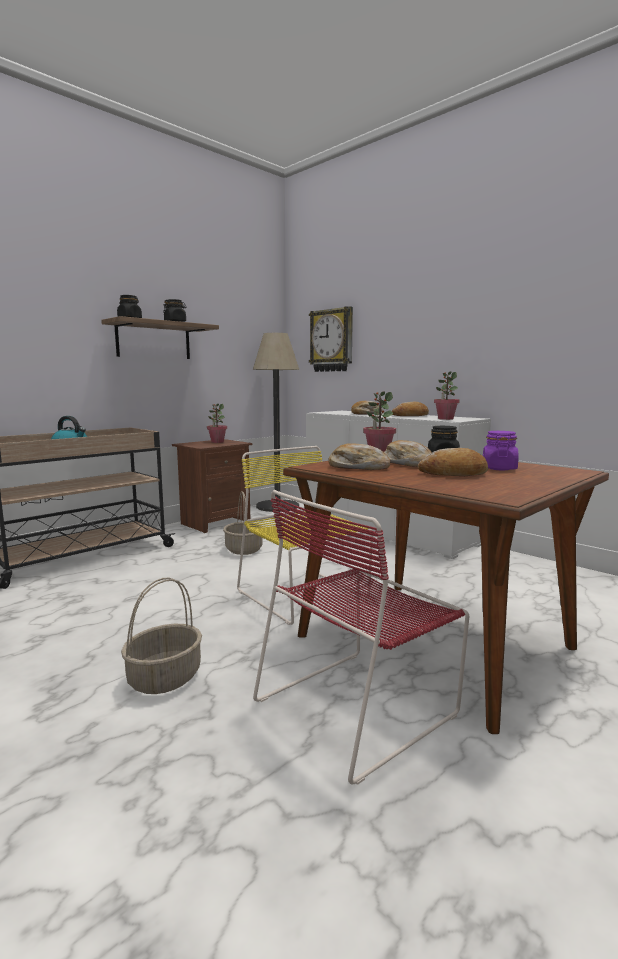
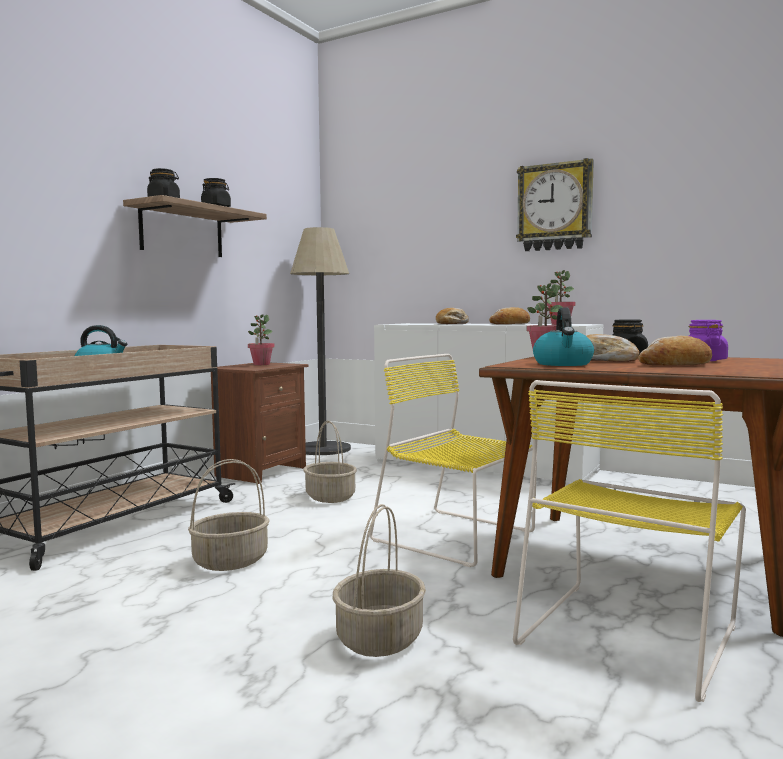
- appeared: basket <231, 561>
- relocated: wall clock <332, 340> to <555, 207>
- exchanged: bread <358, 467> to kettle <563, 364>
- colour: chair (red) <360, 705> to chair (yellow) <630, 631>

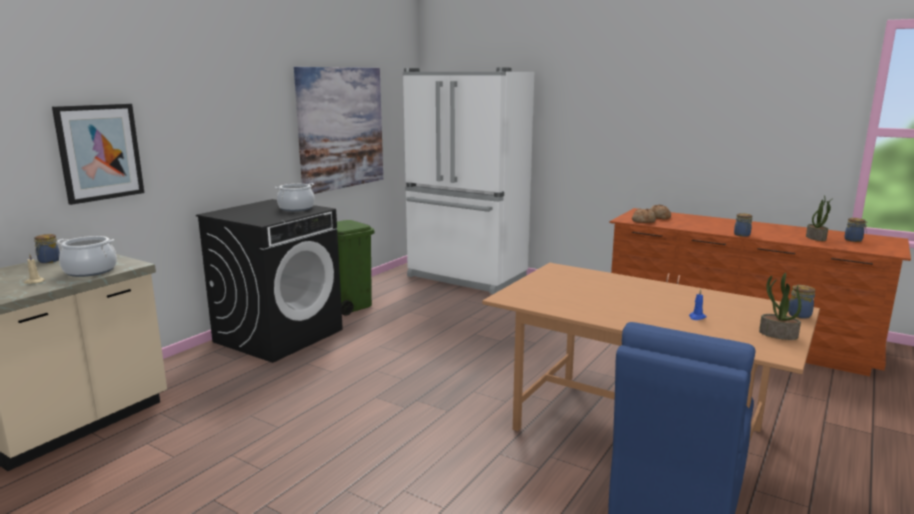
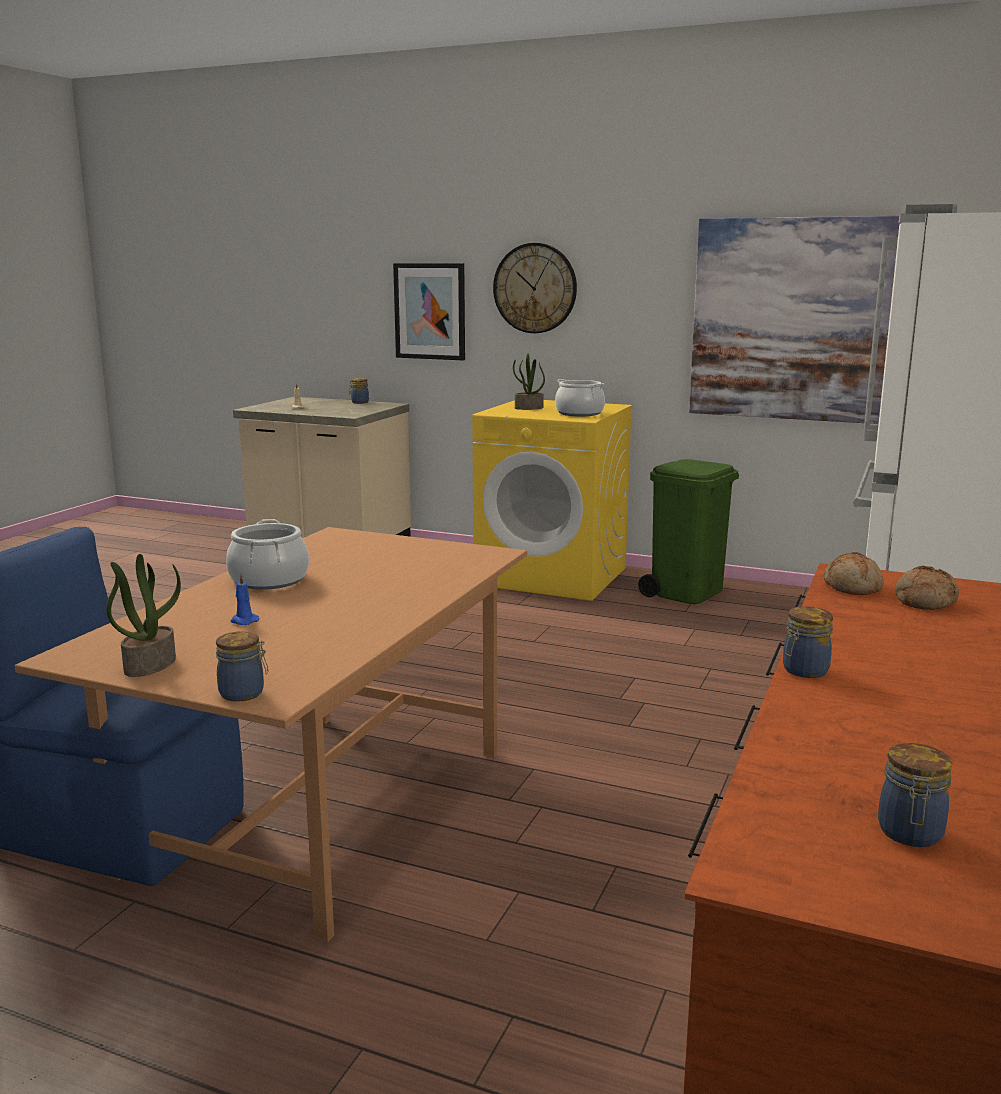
- appeared: wall clock <535, 288>
- relocated: cooking pot <90, 271> to <268, 580>
- relocated: potted plant <816, 238> to <528, 408>
- colour: washing machine (black) <279, 335> to washing machine (yellow) <553, 576>

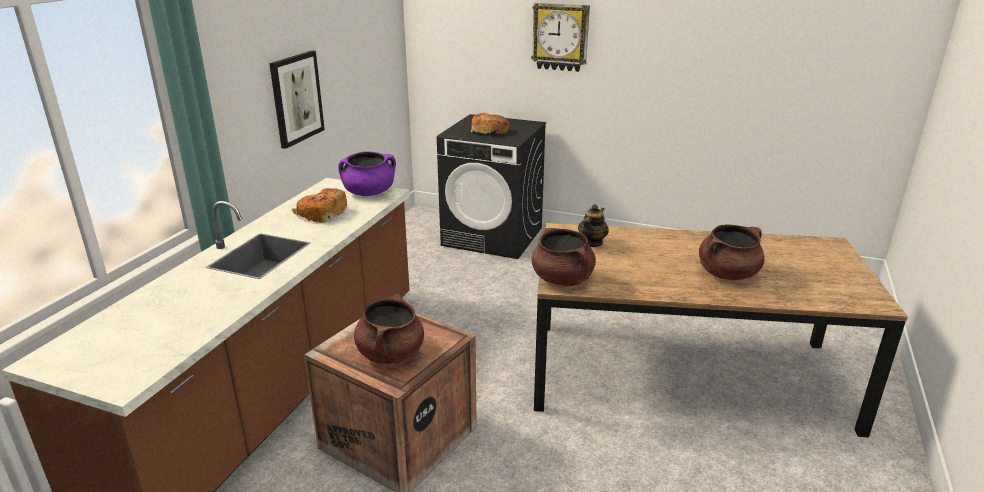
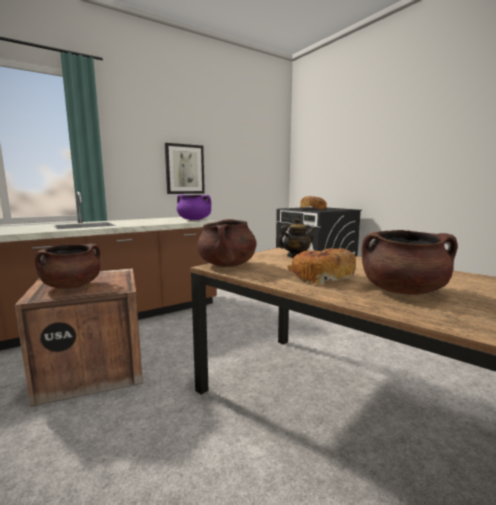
- missing: wall clock <560, 37>
- relocated: bread <322, 213> to <321, 277>

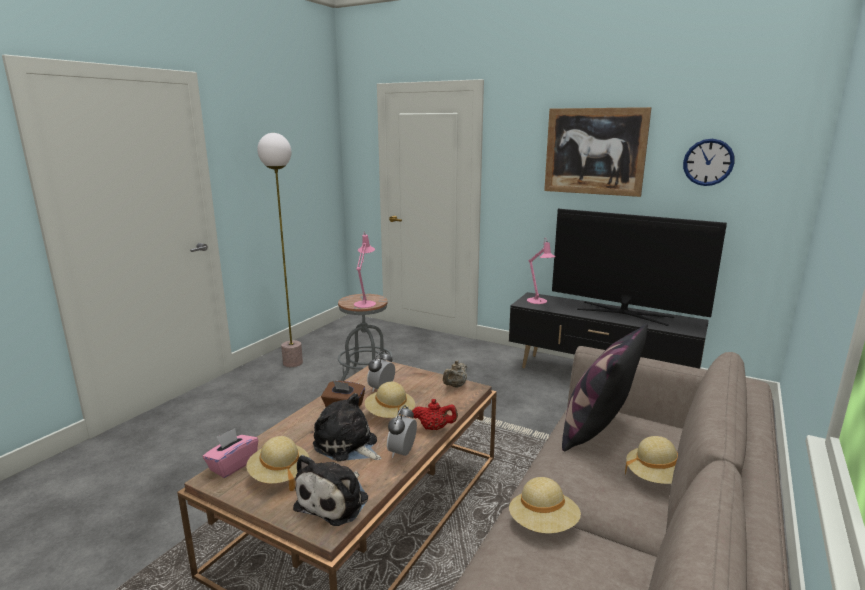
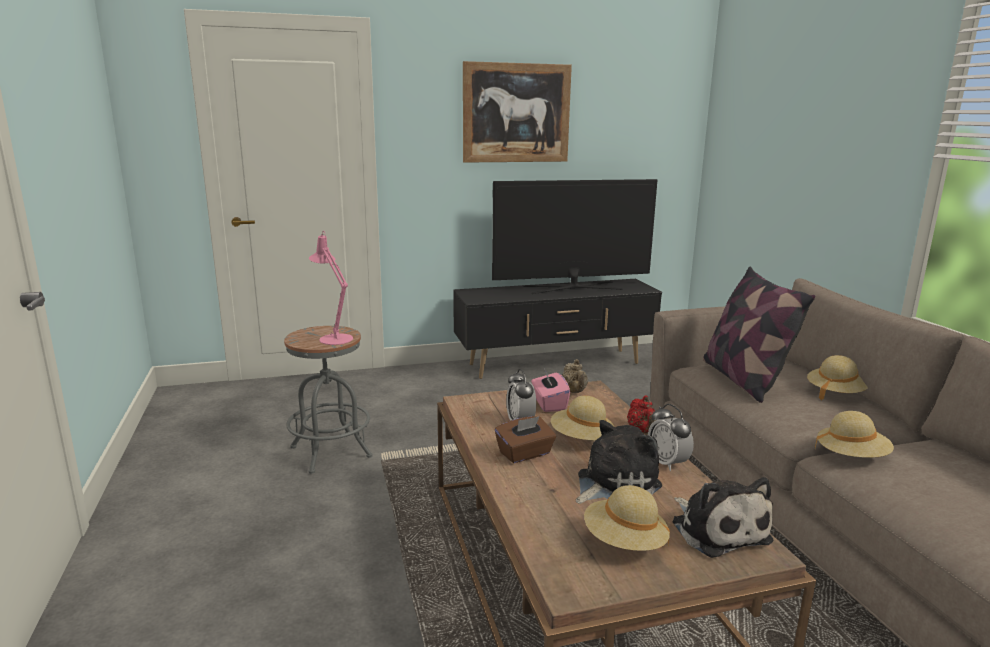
- missing: floor lamp <292, 363>
- missing: table lamp (pink) <538, 301>
- missing: wall clock <708, 162>
- relocated: tissue box (pink) <232, 465> to <549, 404>
- spun: plush toy <347, 445> = <614, 483> 150 degrees clockwise
- spun: teapot (red) <434, 428> = <642, 432> 120 degrees clockwise

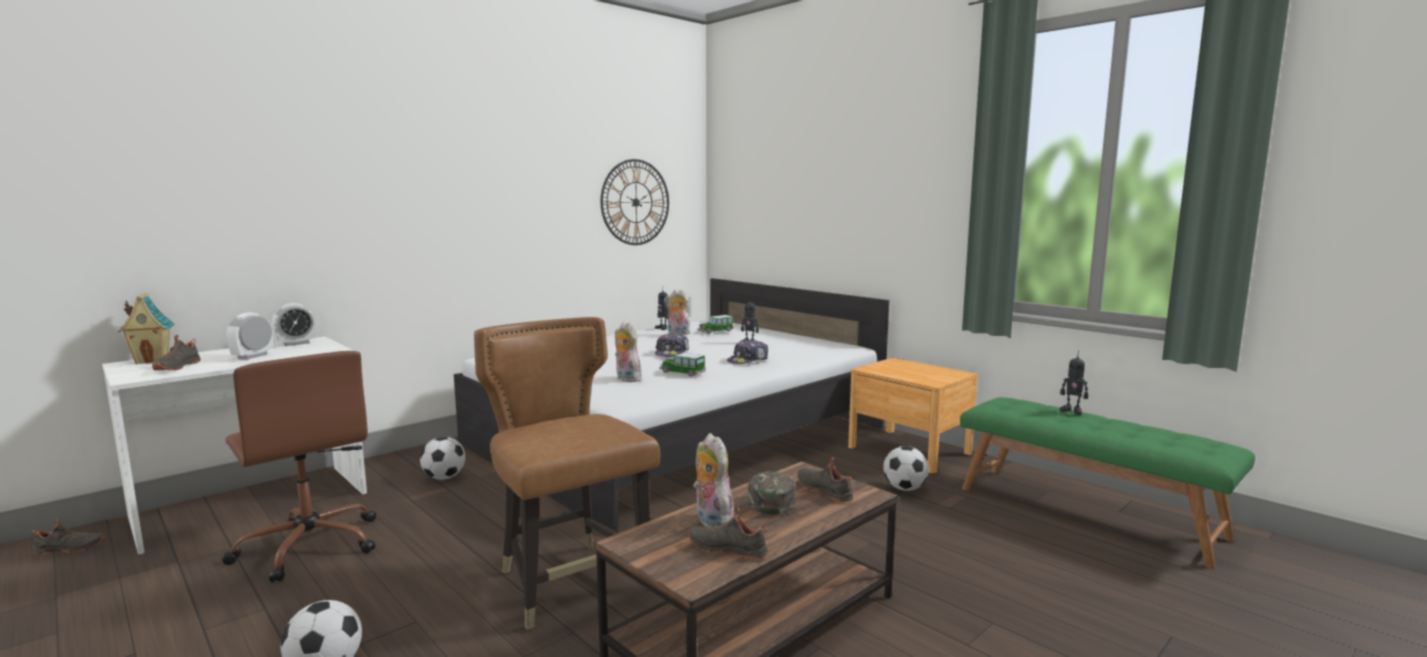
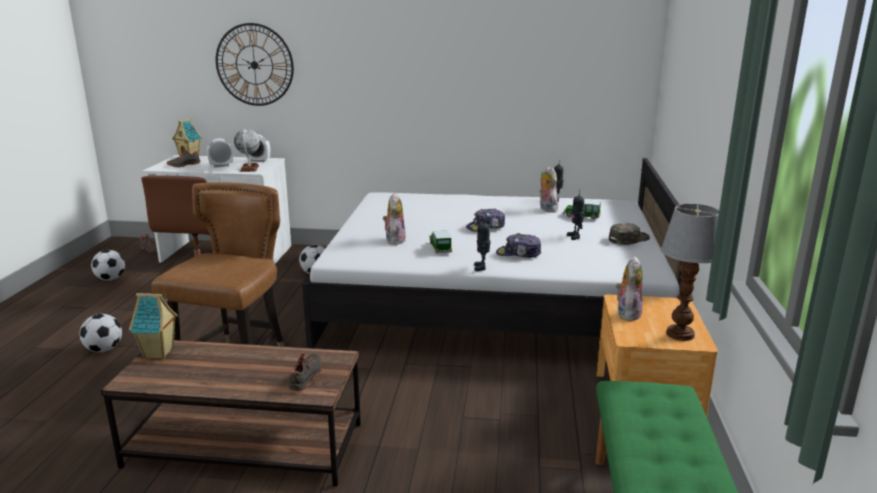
- missing: shoe (black) <728, 548>
- appeared: toy house <159, 353>
- appeared: globe <249, 168>
- appeared: table lamp <679, 334>
- relocated: wall clock <635, 202> to <254, 65>
- relocated: plush toy <711, 521> to <627, 313>
- relocated: cap (green) <771, 499> to <628, 239>
- relocated: football <904, 488> to <110, 279>
- relocated: toy robot <1072, 411> to <481, 267>

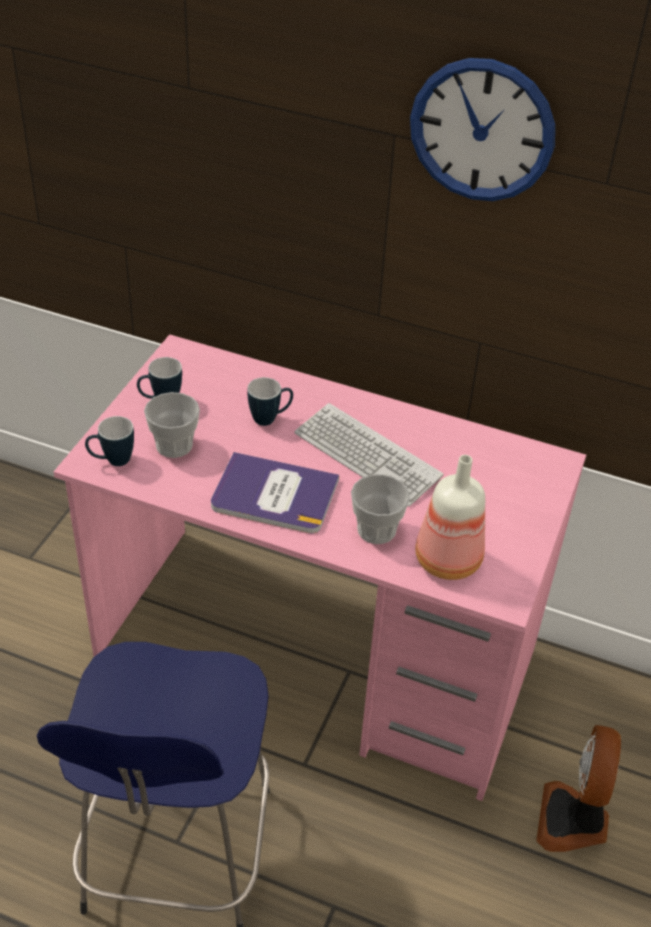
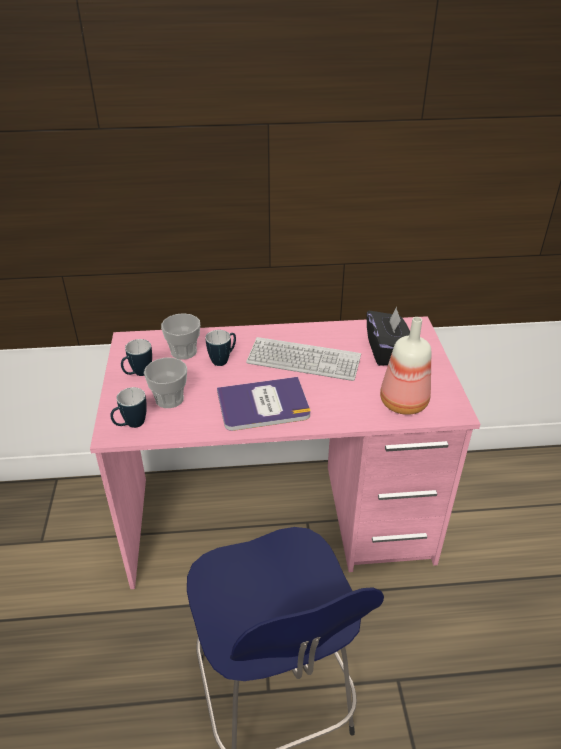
- missing: wall clock <482, 130>
- missing: fan <573, 821>
- appeared: tissue box (black) <387, 351>
- relocated: cup <376, 530> to <184, 352>

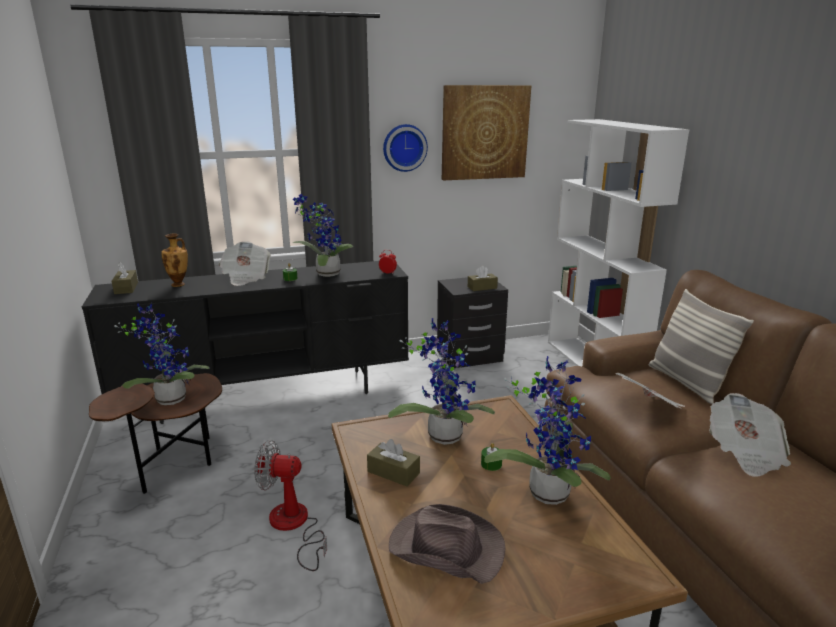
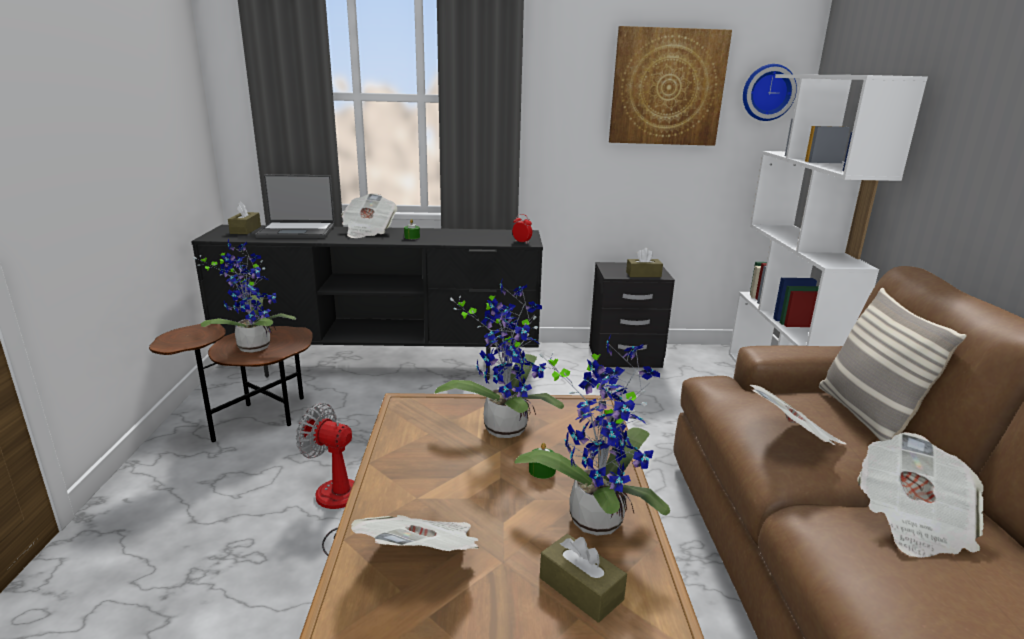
- missing: potted plant <325, 274>
- relocated: tissue box (brown) <393, 472> to <580, 589>
- relocated: wall clock <404, 147> to <767, 92>
- exchanged: vase <179, 284> to laptop <297, 232>
- exchanged: hat (brown) <445, 547> to newspaper <423, 558>

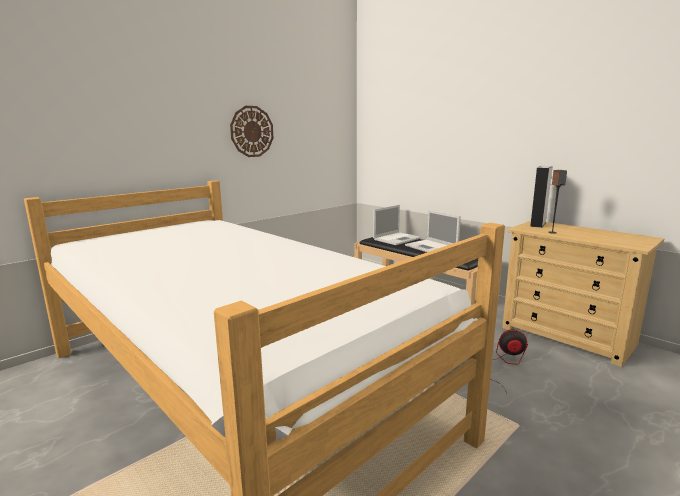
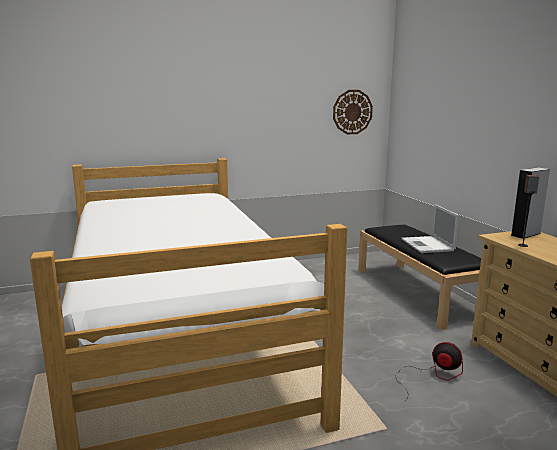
- missing: laptop <397, 239>
- relocated: wall clock <252, 131> to <352, 112>

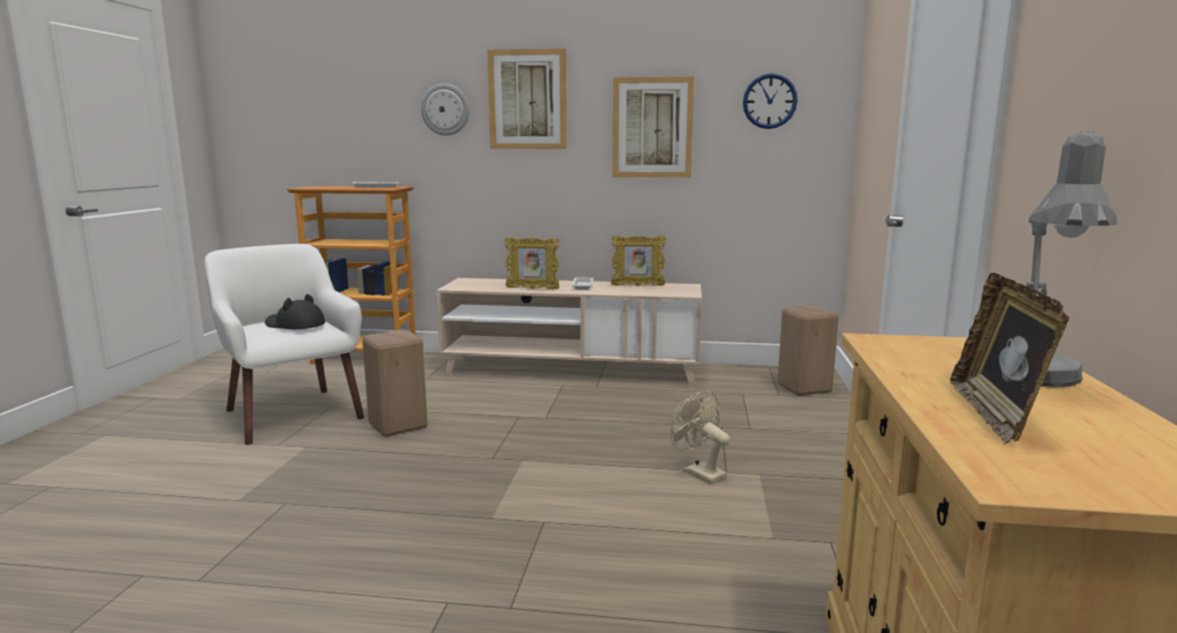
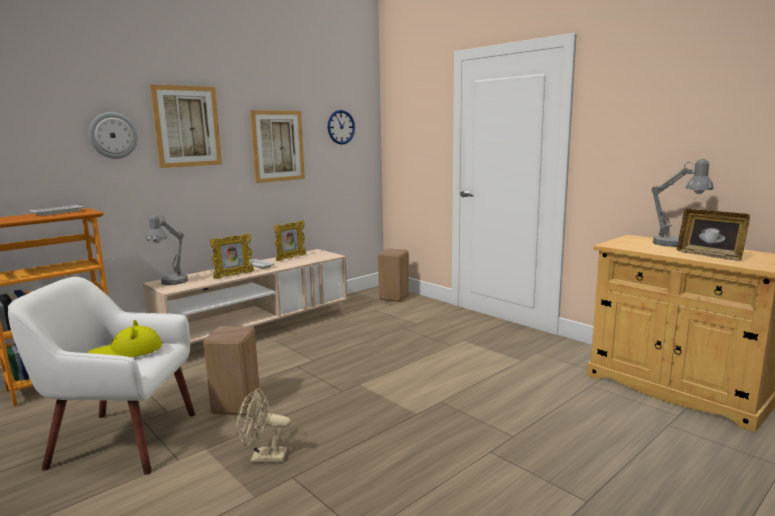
- appeared: table lamp (grey) <171, 283>
- relocated: fan (beige) <698, 472> to <262, 457>
- colour: hat (black) <294, 325> to hat (yellow) <127, 352>

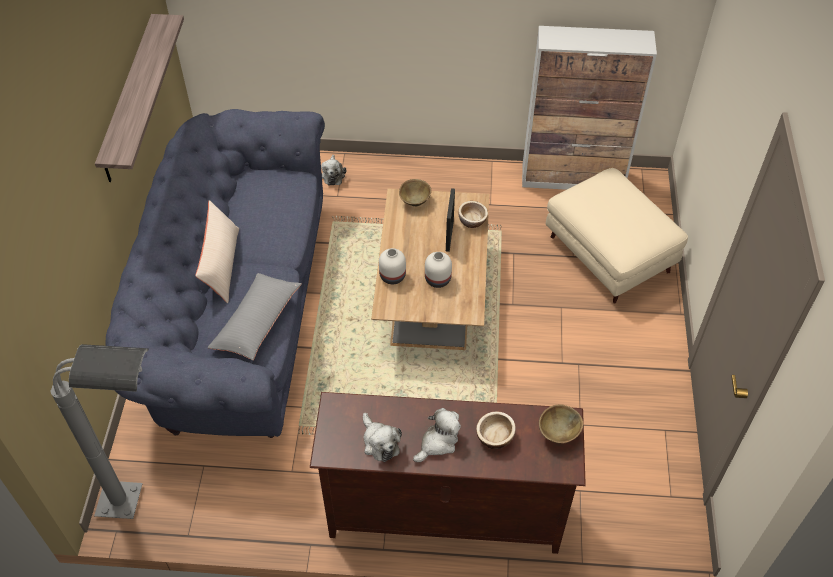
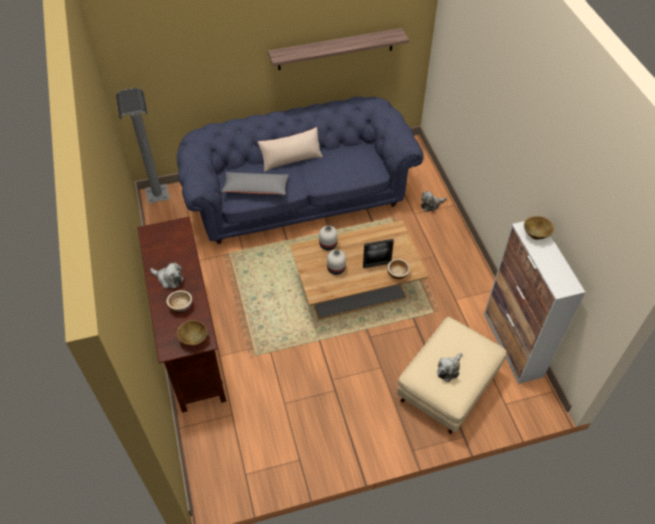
- relocated: plush toy <379, 442> to <449, 369>
- relocated: bowl (brown) <415, 200> to <536, 234>

